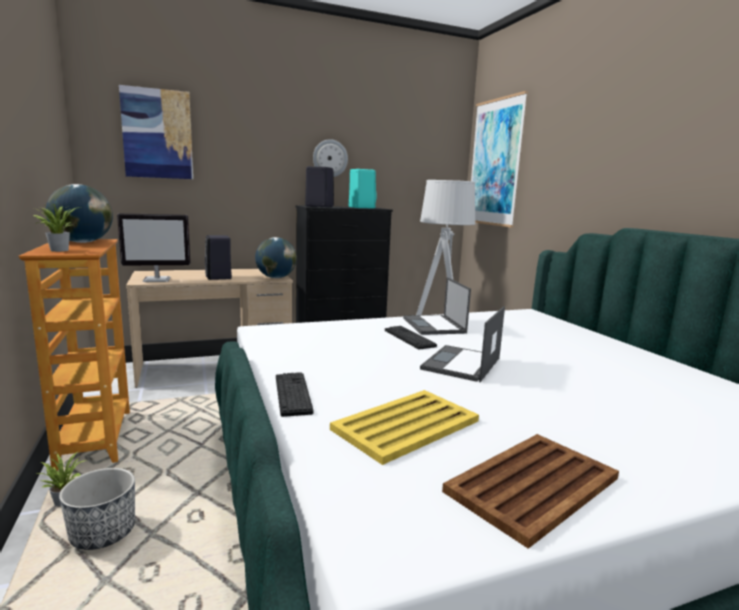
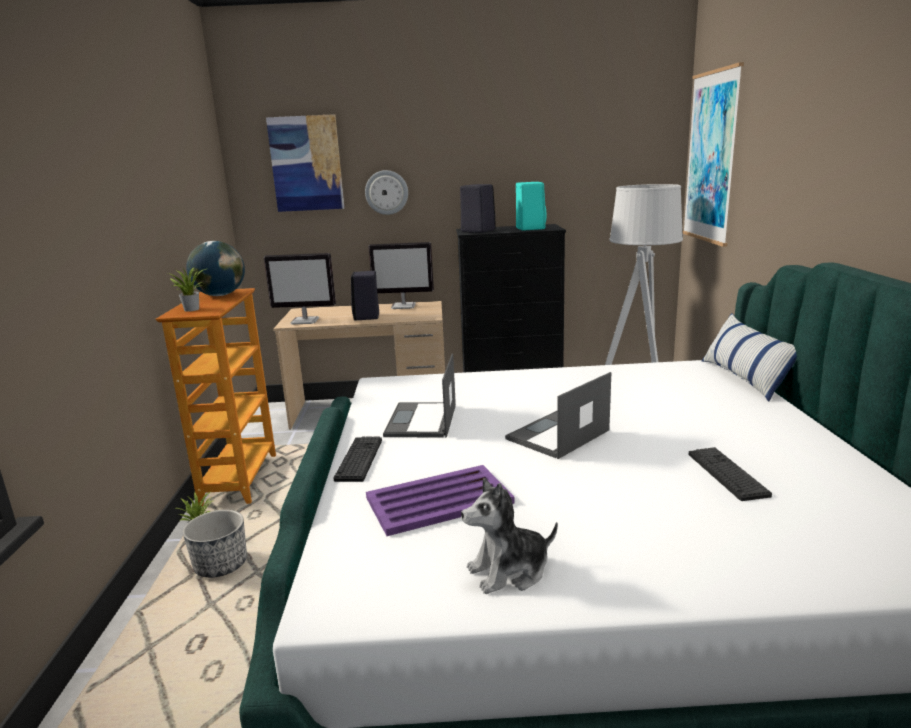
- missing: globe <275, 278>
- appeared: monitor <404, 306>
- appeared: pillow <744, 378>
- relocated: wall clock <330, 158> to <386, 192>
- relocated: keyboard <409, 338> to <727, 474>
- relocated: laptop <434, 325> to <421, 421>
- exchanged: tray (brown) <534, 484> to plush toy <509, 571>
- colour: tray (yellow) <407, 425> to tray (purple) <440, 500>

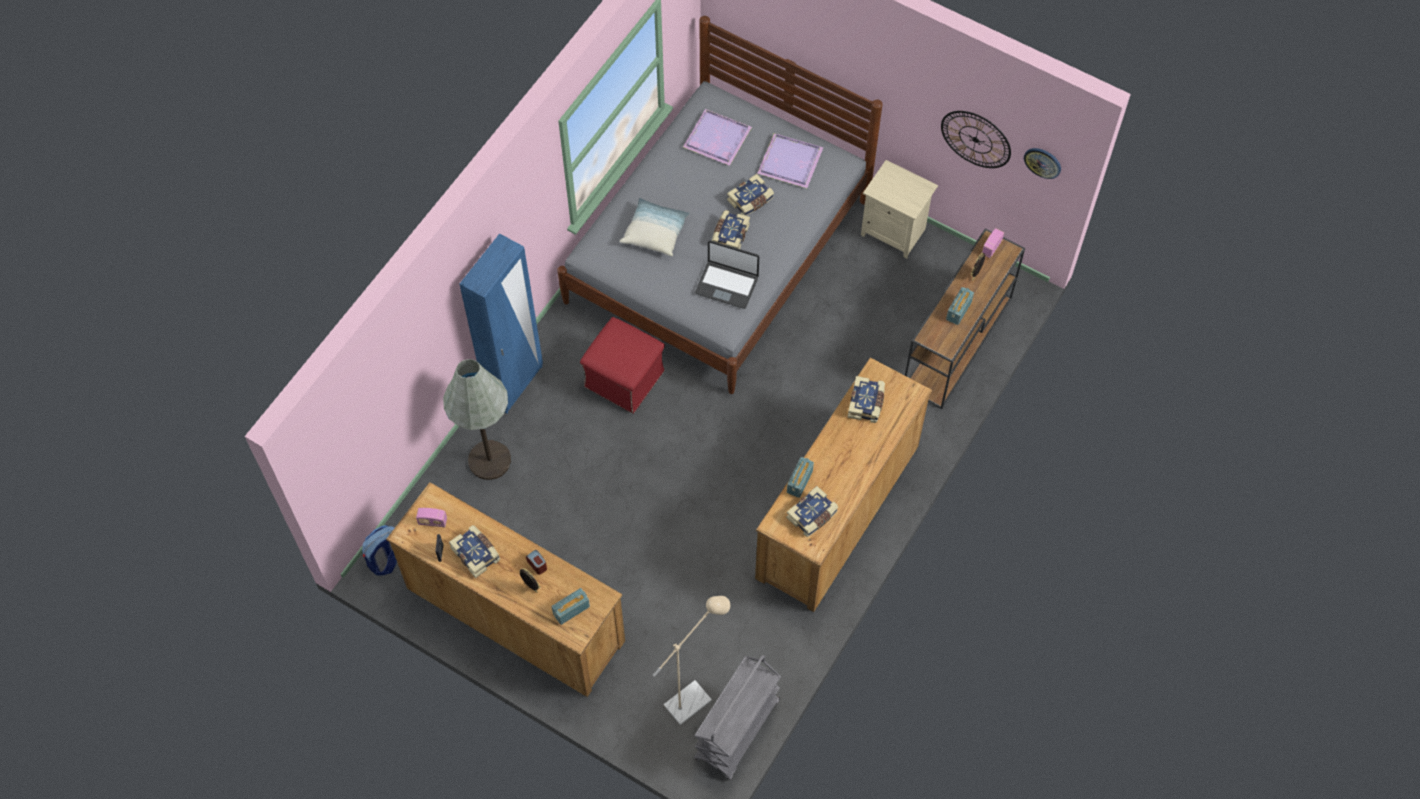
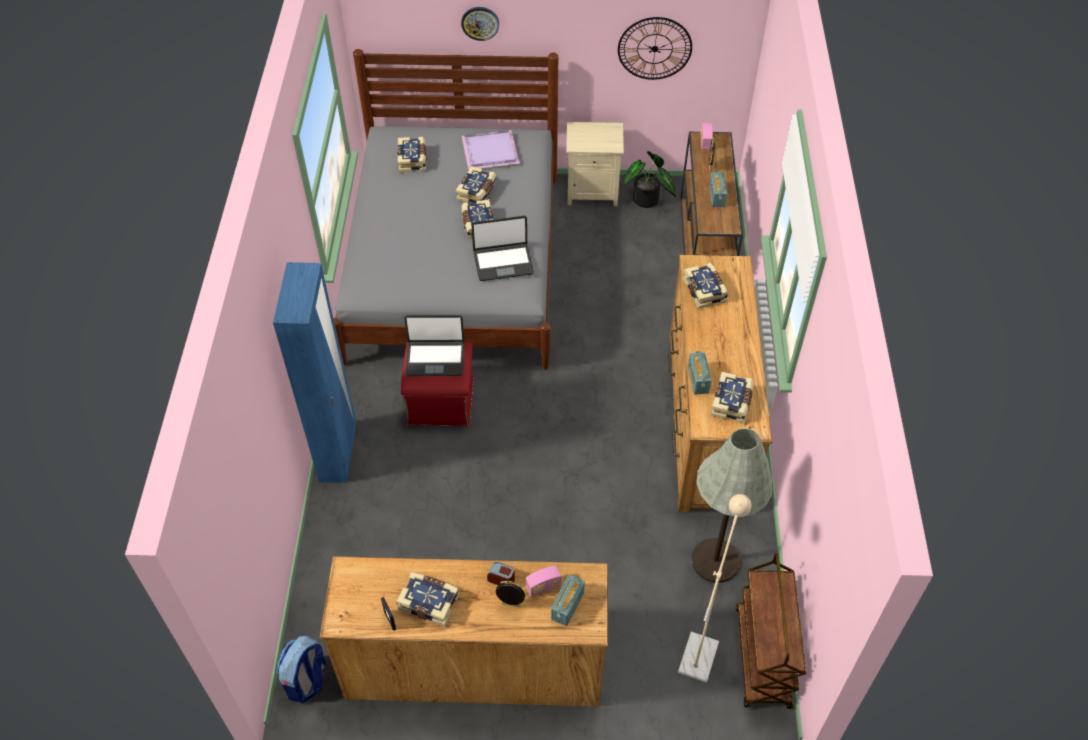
- missing: pillow <655, 232>
- appeared: laptop <435, 358>
- appeared: potted plant <646, 202>
- relocated: radio <432, 521> to <543, 587>
- relocated: floor lamp (grey) <489, 460> to <715, 560>
- relocated: wall clock <1043, 162> to <480, 23>
- exchanged: tray (purple) <716, 139> to book <413, 159>
- colour: cart (grey) <737, 731> to cart (brown) <763, 658>

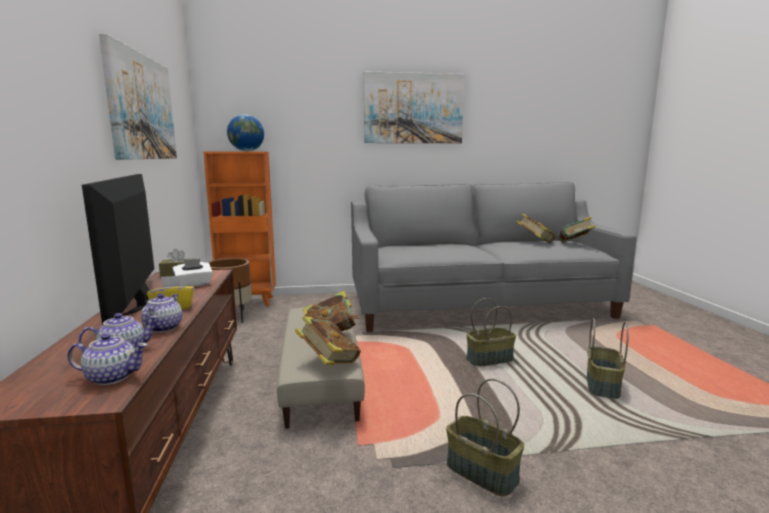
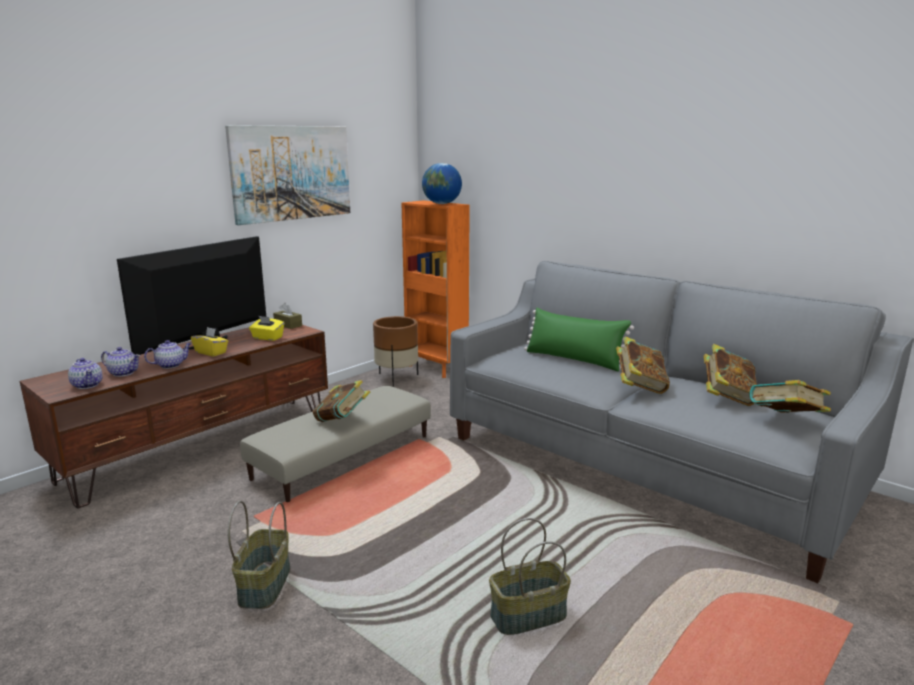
- missing: picture <413, 108>
- missing: basket <489, 359>
- appeared: pillow (green) <574, 359>
- relocated: book <328, 362> to <640, 387>
- colour: tissue box (white) <194, 284> to tissue box (yellow) <267, 338>

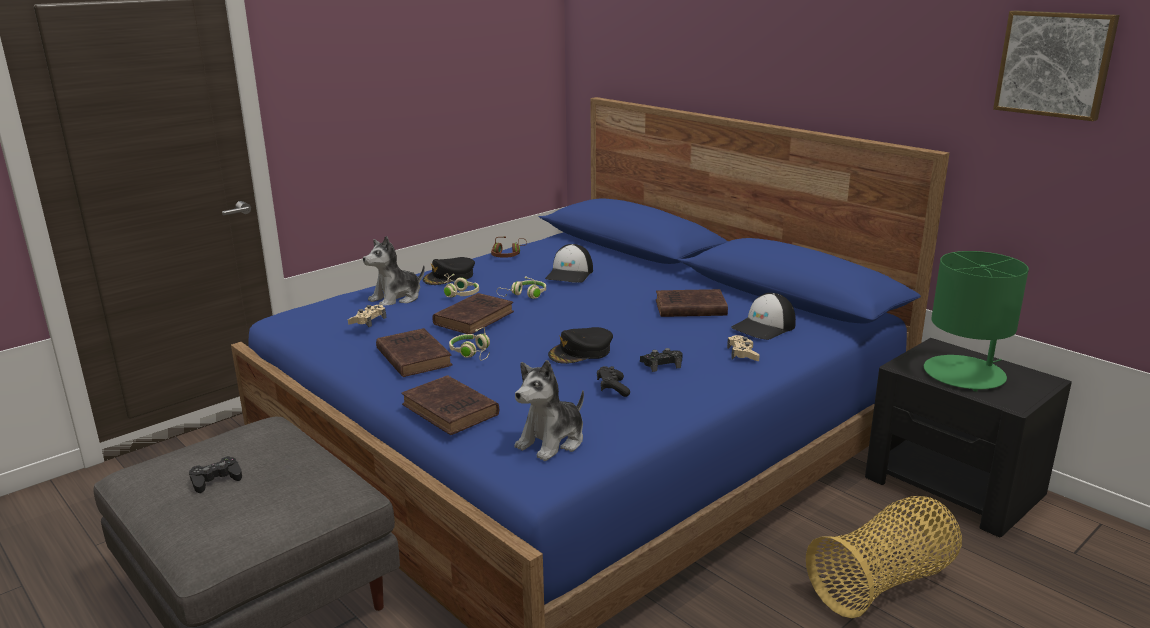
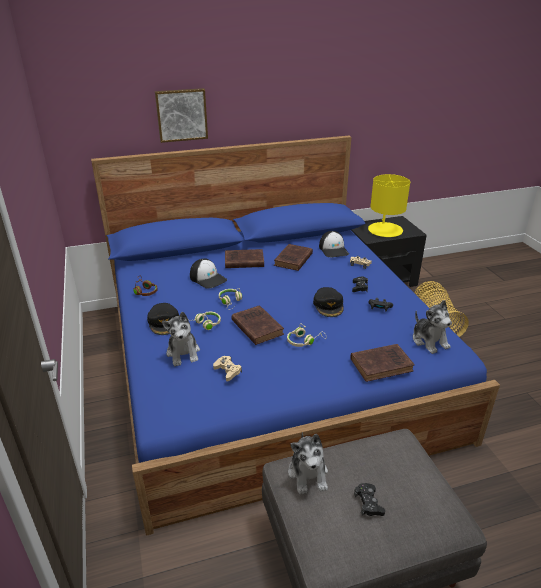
- appeared: plush toy <308, 474>
- relocated: book (brown) <413, 356> to <243, 261>
- relocated: picture <1055, 64> to <181, 115>
- colour: table lamp (green) <965, 374> to table lamp (yellow) <385, 230>

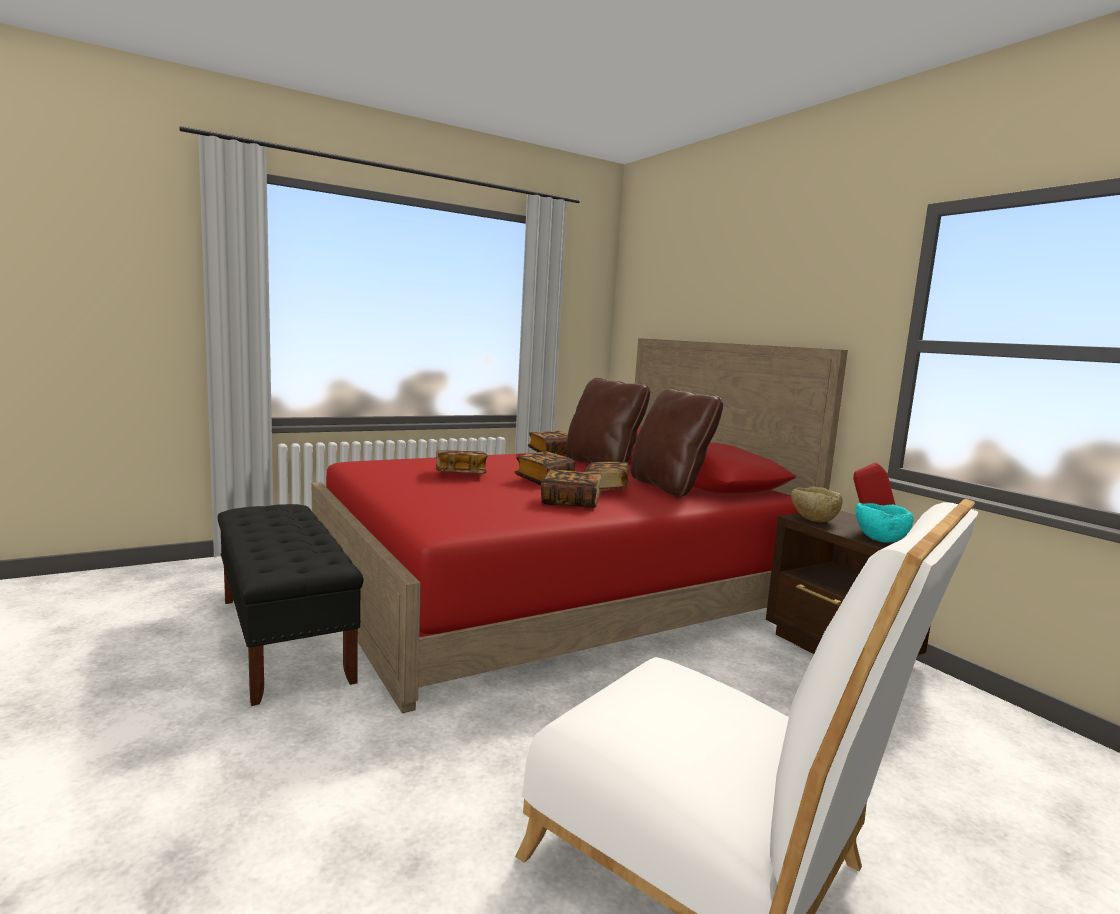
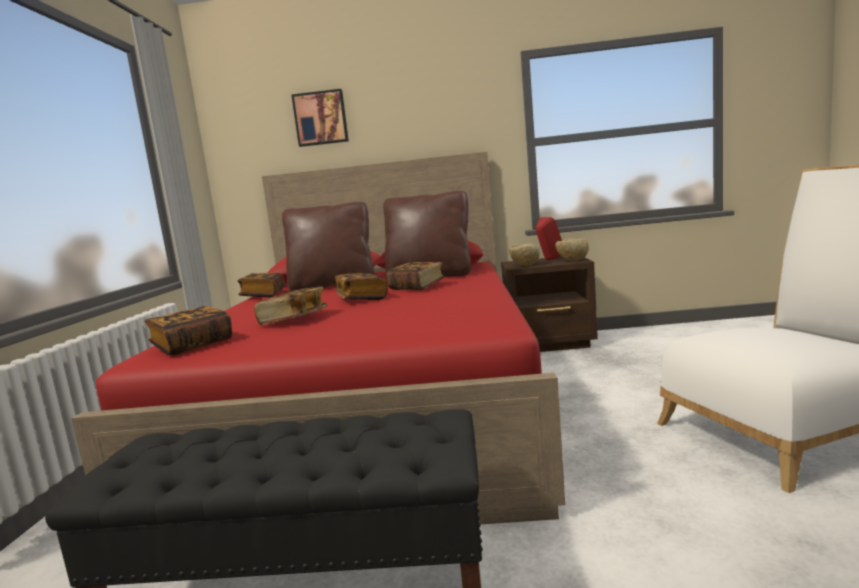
- appeared: picture <321, 118>
- relocated: book <571, 502> to <192, 345>
- colour: bowl (turquoise) <879, 540> to bowl (beige) <572, 260>

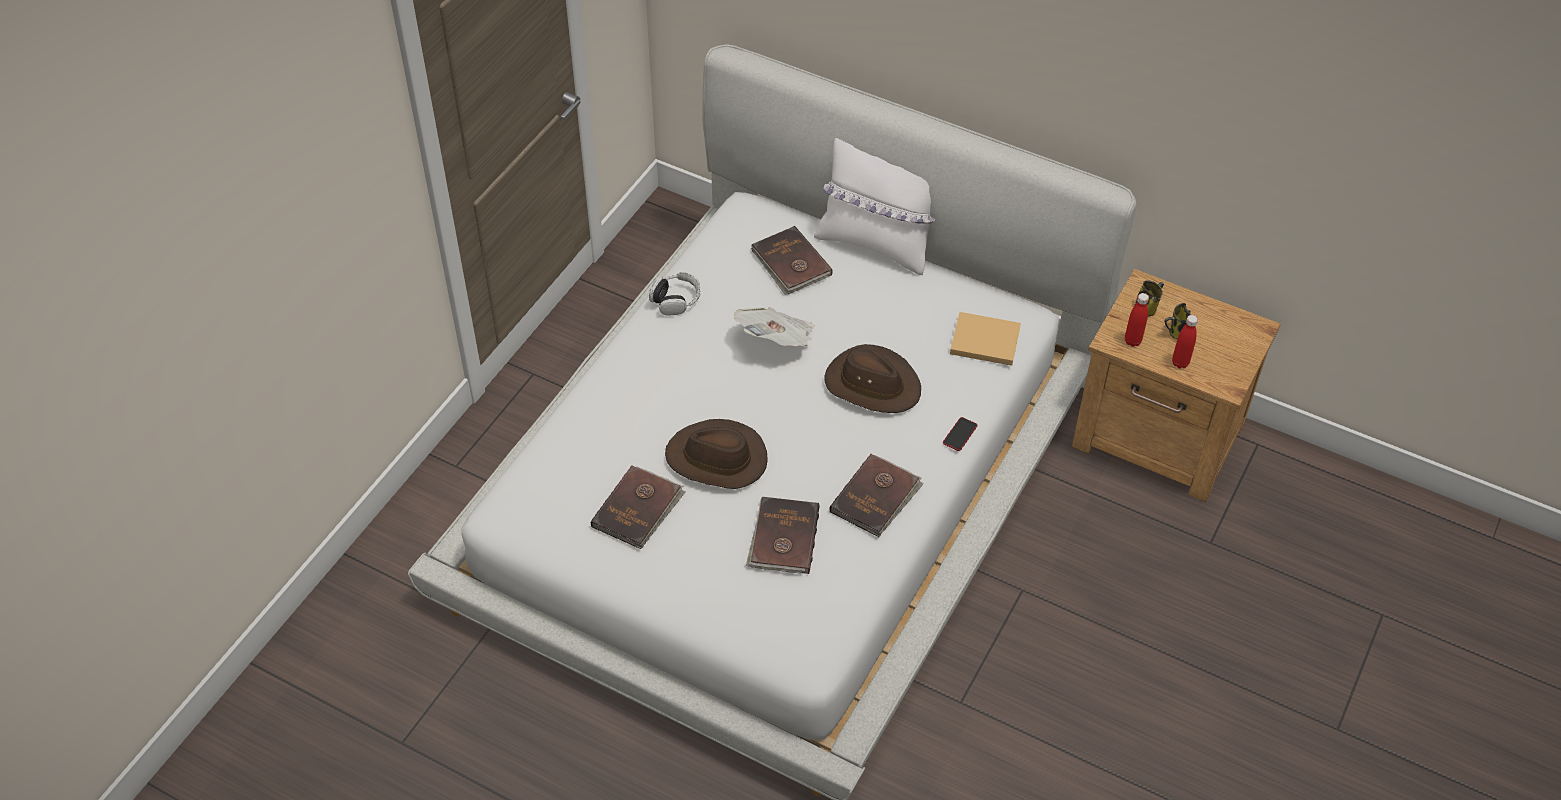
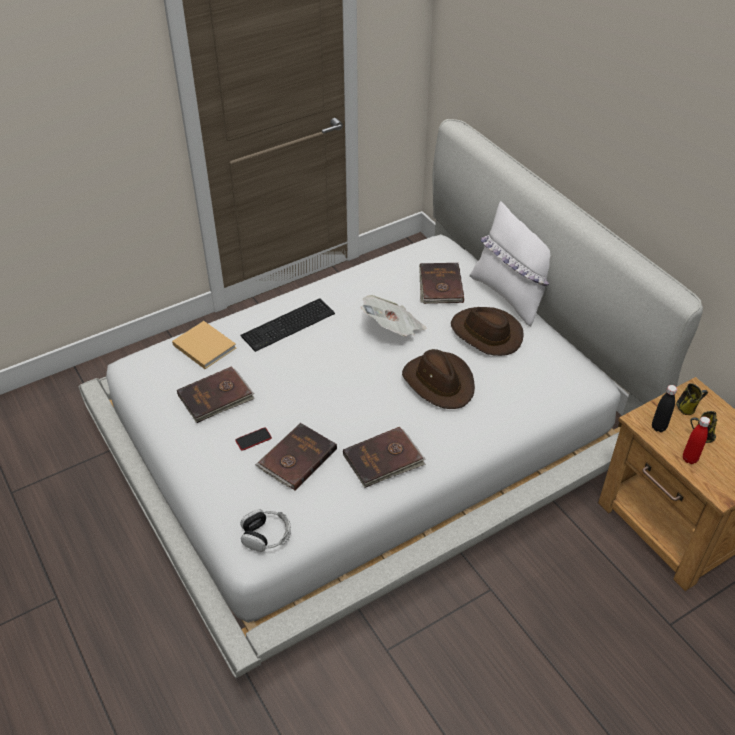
- appeared: keyboard <290, 325>
- relocated: headphones <676, 300> to <266, 535>
- relocated: hat (brown) <717, 459> to <486, 334>
- relocated: phone <960, 434> to <253, 439>
- relocated: book (beige) <982, 340> to <203, 345>
- colour: bottle (red) <1132, 341> to bottle (black) <658, 427>

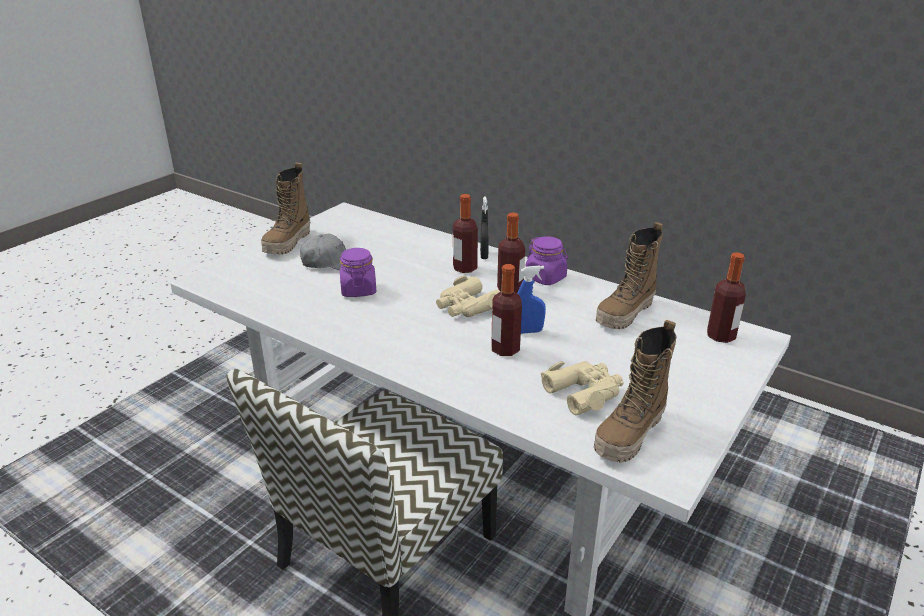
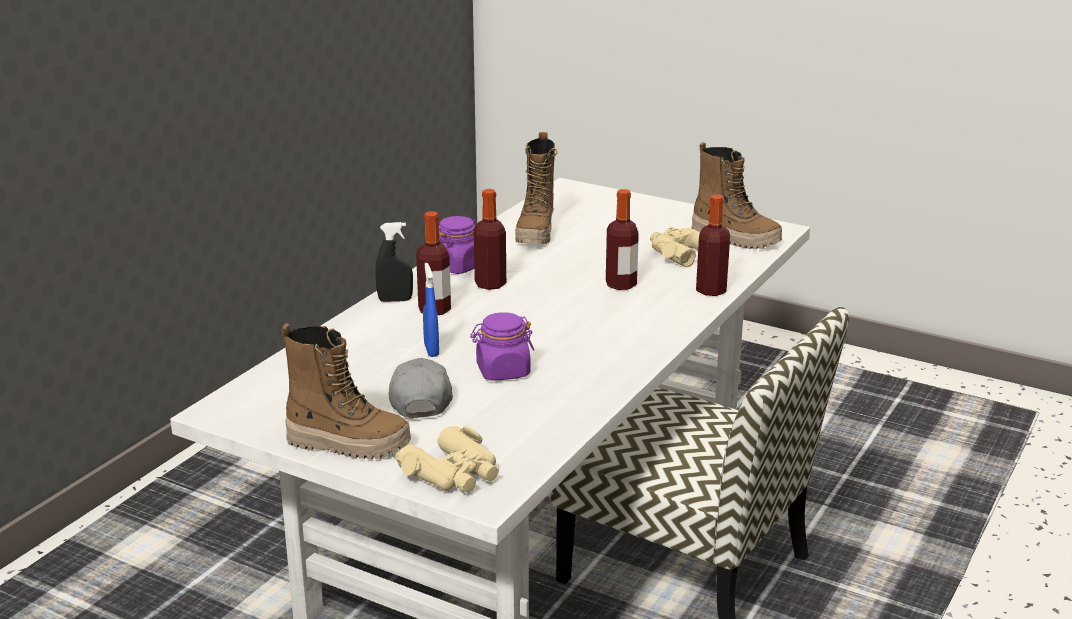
- relocated: binoculars (beige) <467, 306> to <453, 473>
- relocated: spray bottle (blue) <528, 331> to <431, 350>
- relocated: bottle <721, 336> to <711, 290>
- spun: boot <625, 314> = <536, 233> 60 degrees clockwise

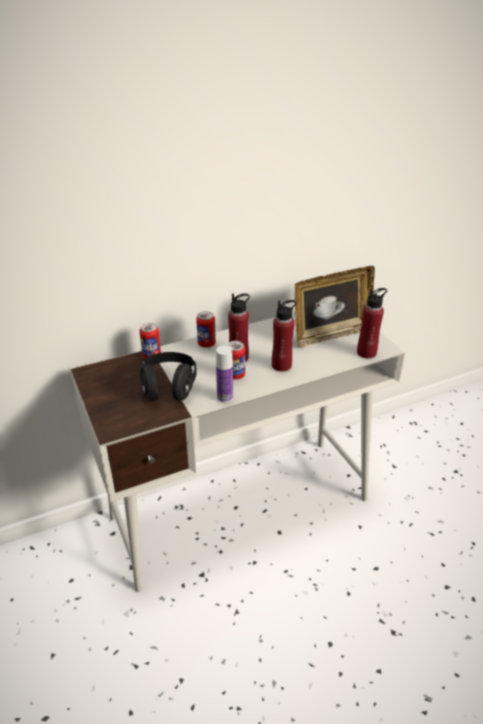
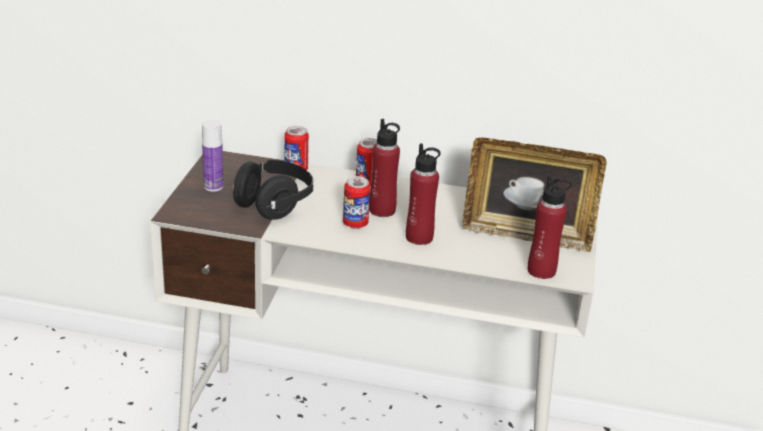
- relocated: bottle <225, 397> to <213, 186>

